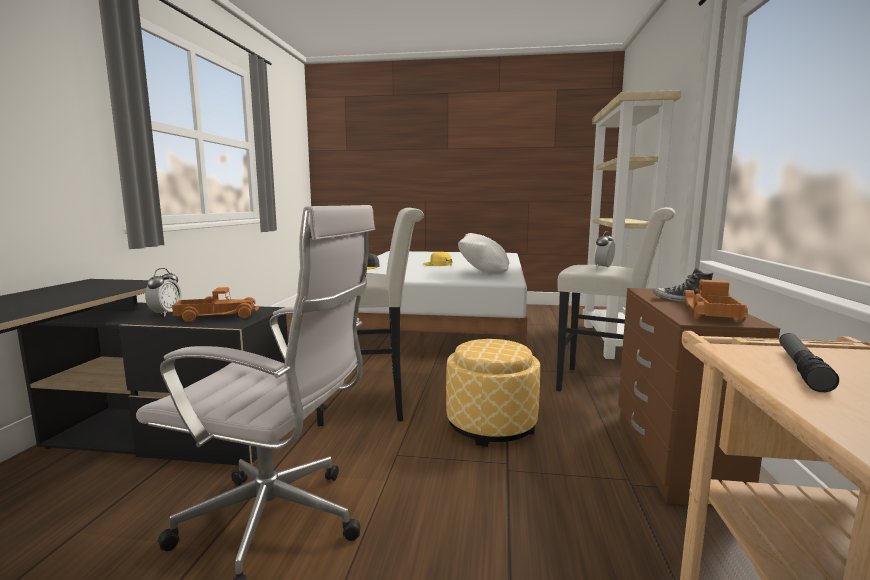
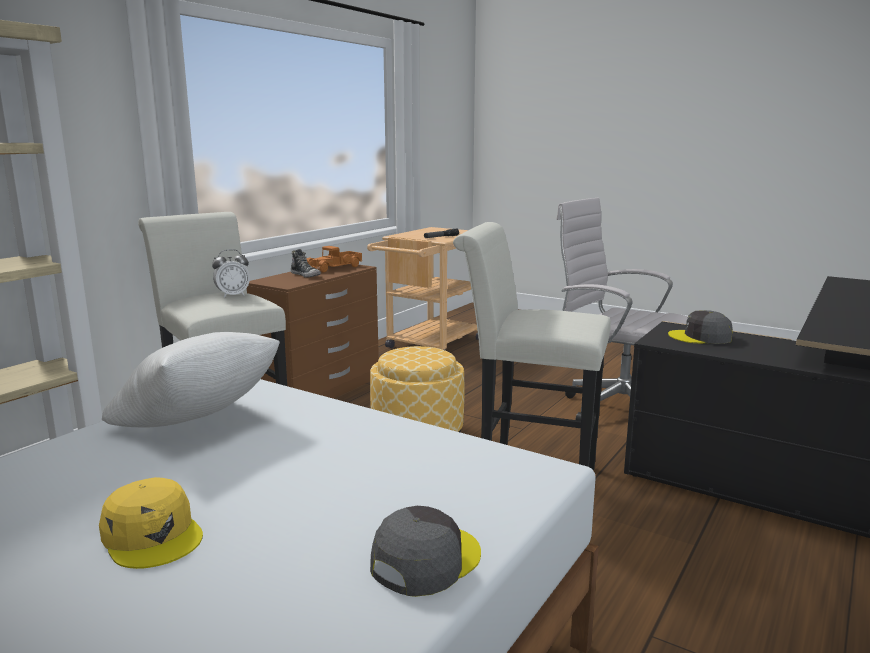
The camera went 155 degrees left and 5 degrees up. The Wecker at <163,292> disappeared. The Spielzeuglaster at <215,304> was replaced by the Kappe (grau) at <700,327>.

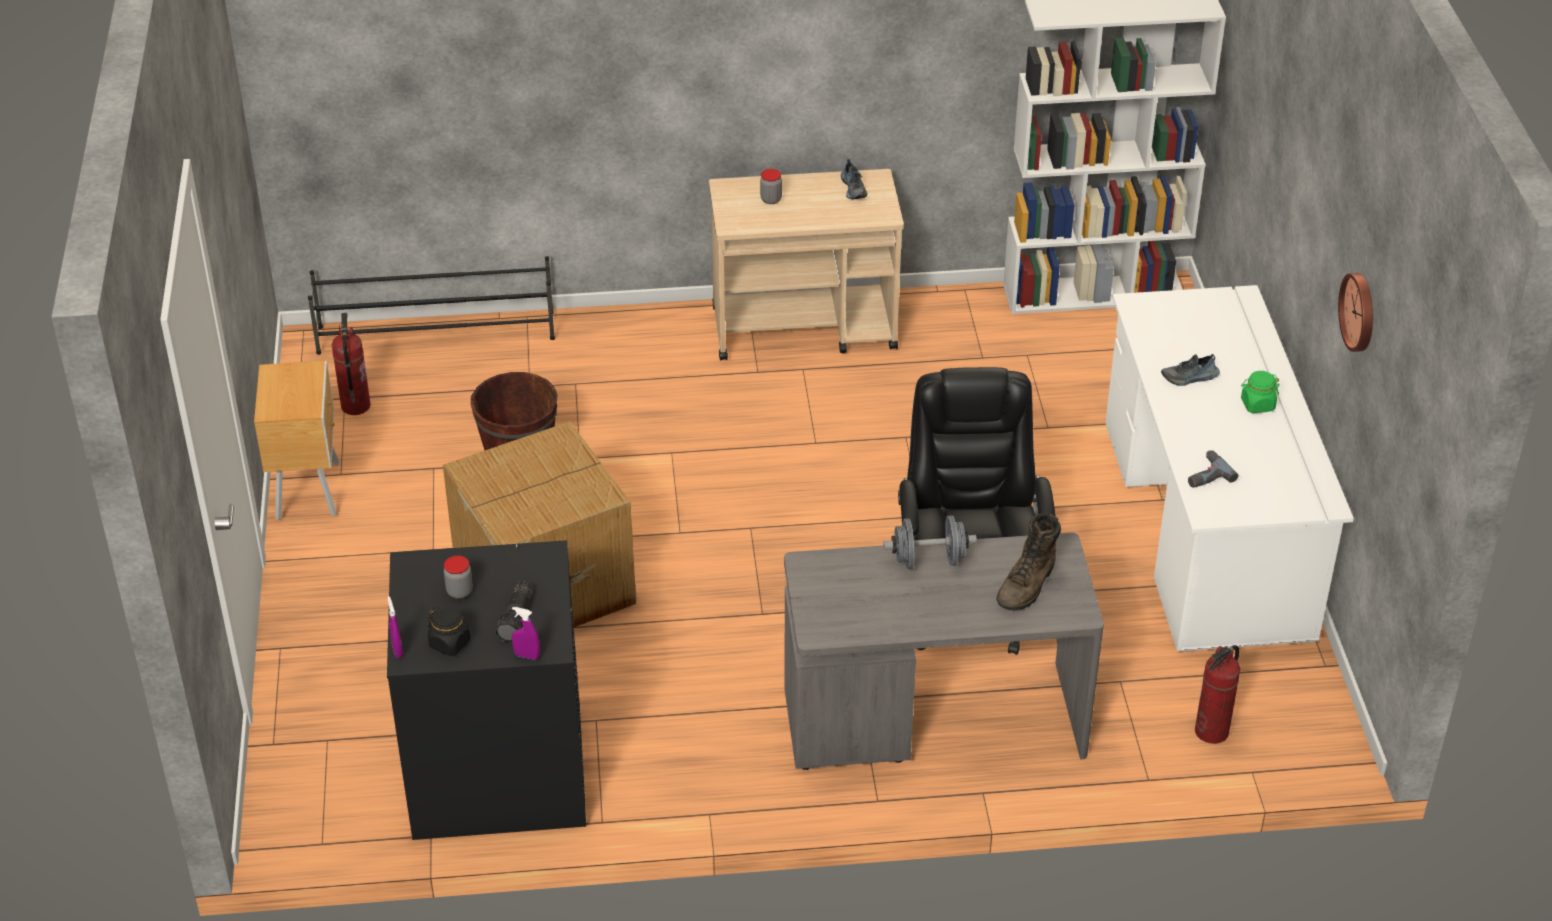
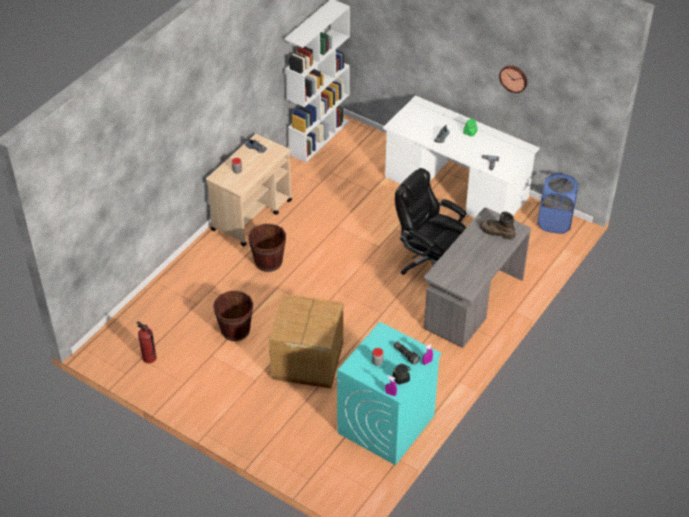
The camera went 50 degrees left and 5 degrees up. The Schuhregal (schwarz) at <431,305> disappeared. The Nachttisch (braun) at <297,440> disappeared. The Stiefel (braun) at <1028,562> turned 135 degrees clockwise. The Hantel (grau) at <930,542> disappeared. The Waschmaschine (schwarz) at <486,690> became the Waschmaschine (türkis) at <389,393>. The Feuerlöscher at <1217,694> disappeared. The Wäschekorb (blau) at <558,203> appeared. The Eimer (braun) at <267,248> appeared.

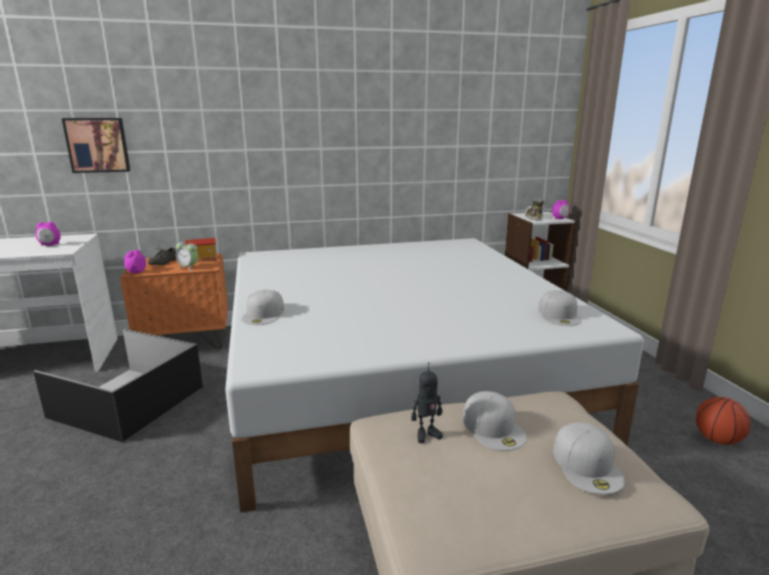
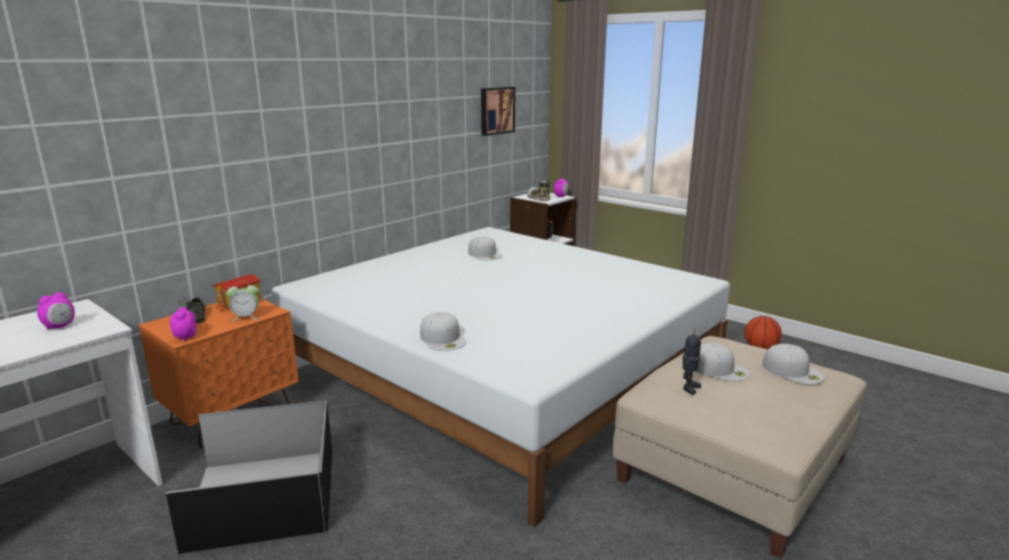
The camera went 35 degrees left and 0 degrees up. The Bild moved from <96,145> to <498,111>. The Kappe (weiß) moved from <560,308> to <485,248>.

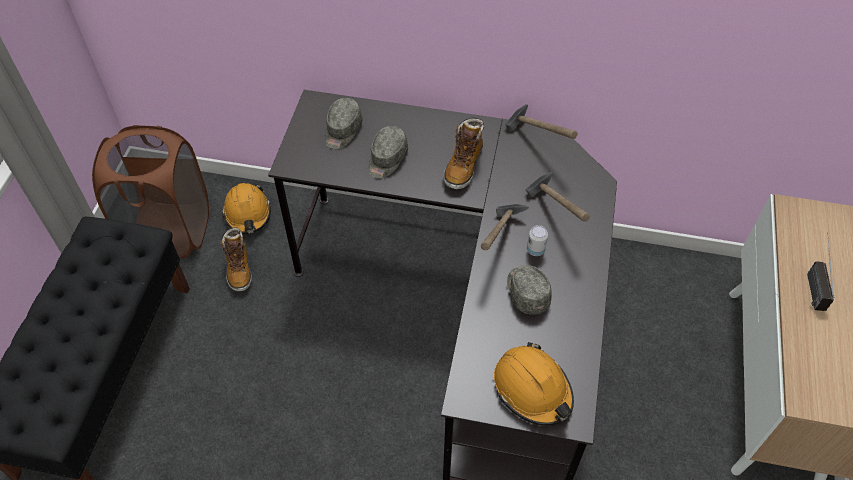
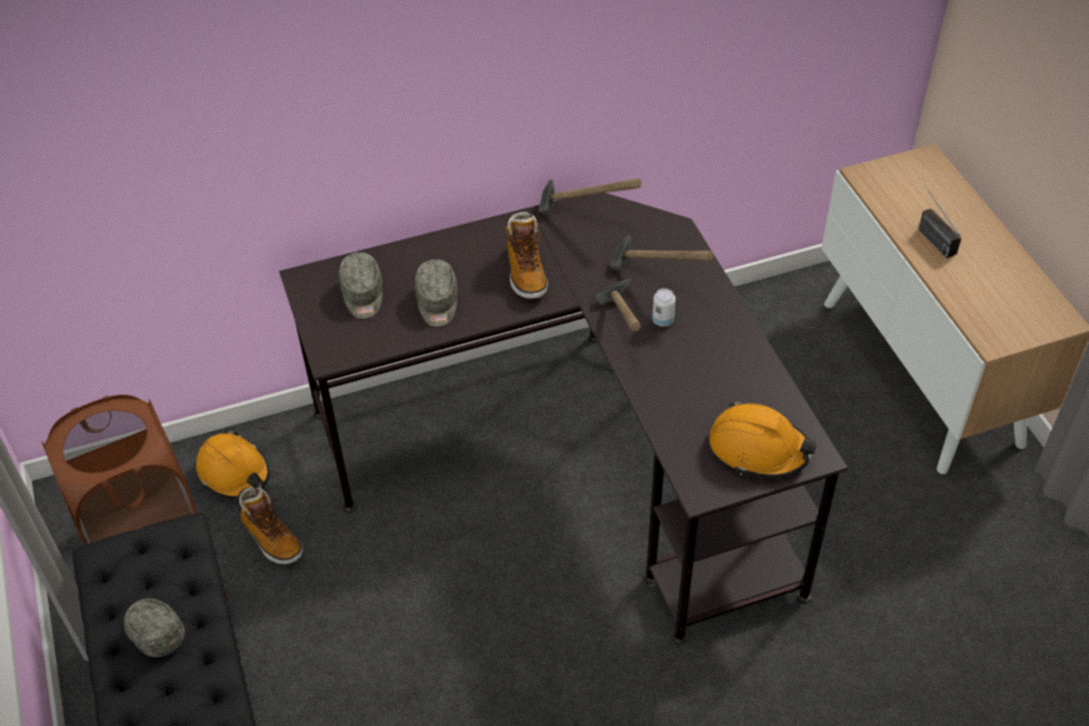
The camera went 30 degrees left and 5 degrees down. The Kappe (grau) moved from <529,290> to <154,627>.

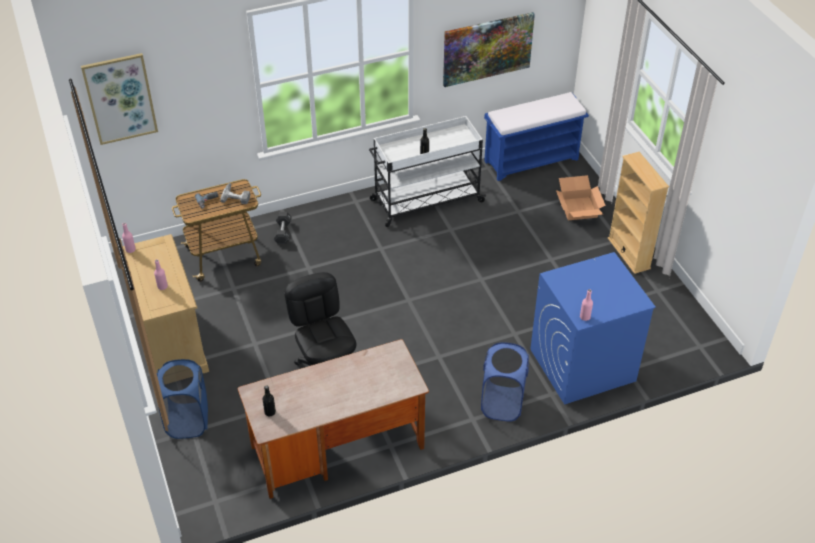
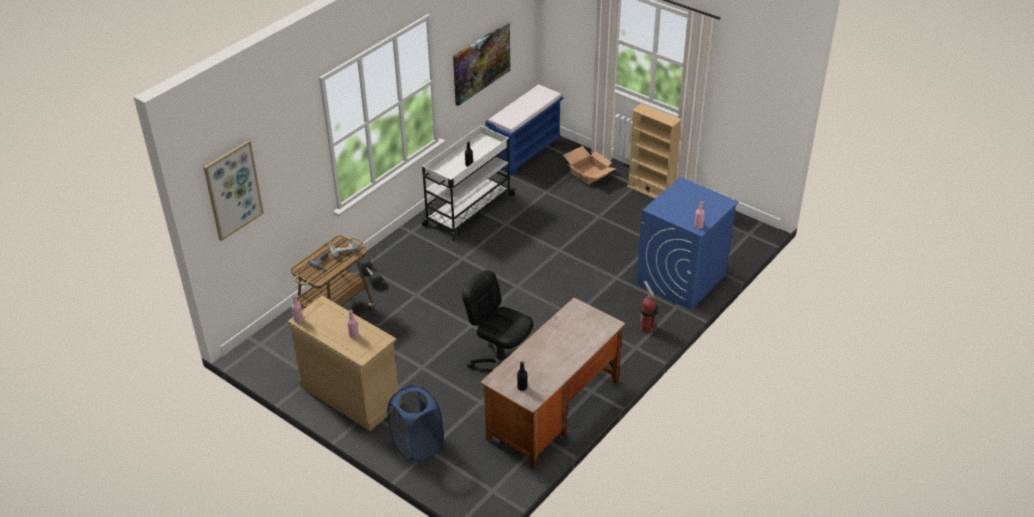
The camera went 30 degrees left and 5 degrees down. The Wäschekorb (blau) at <505,381> was replaced by the Feuerlöscher at <649,308>.

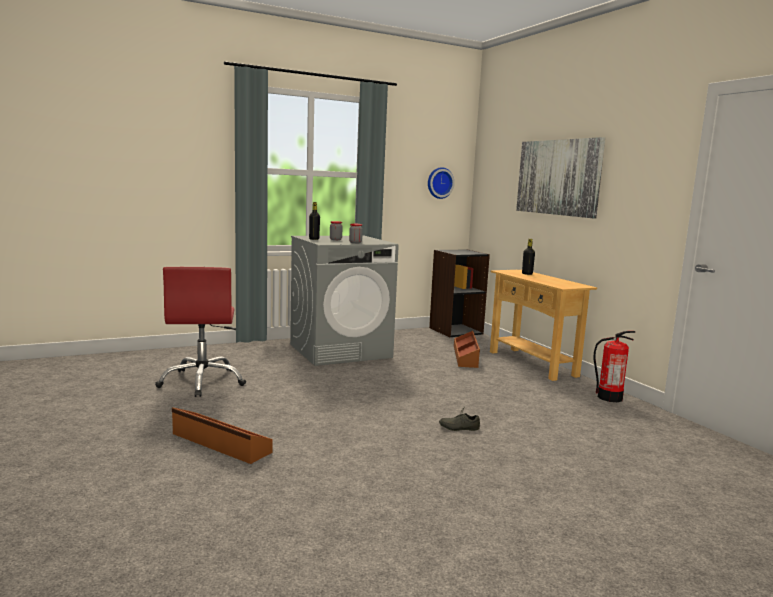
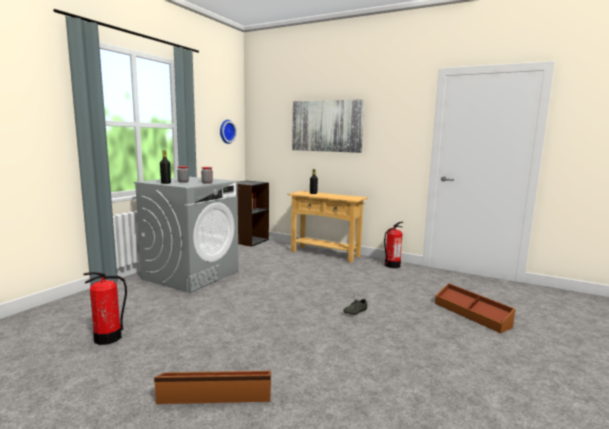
The camera went 35 degrees left and 0 degrees up. The Bürostuhl (rot) at <200,332> was replaced by the Feuerlöscher at <105,308>. The Aufbewahrungsbox (braun) moved from <467,349> to <475,308>.

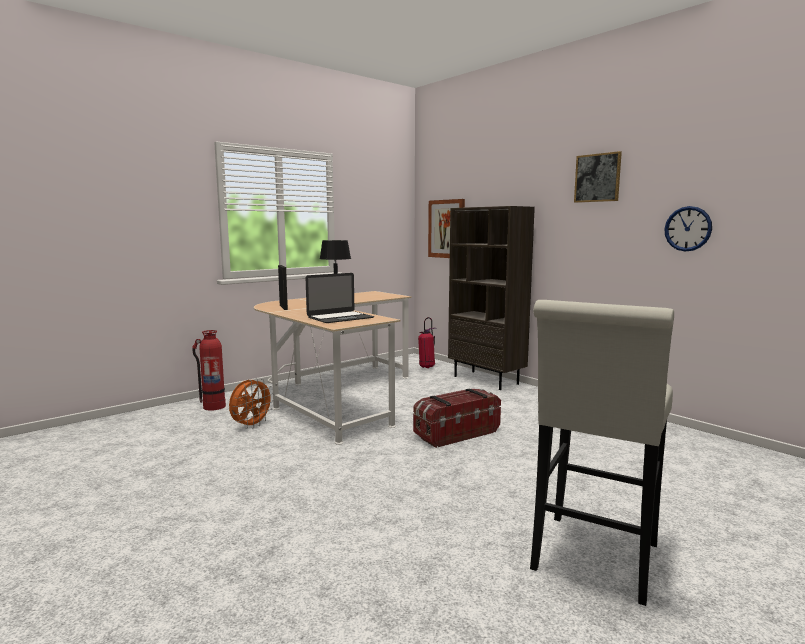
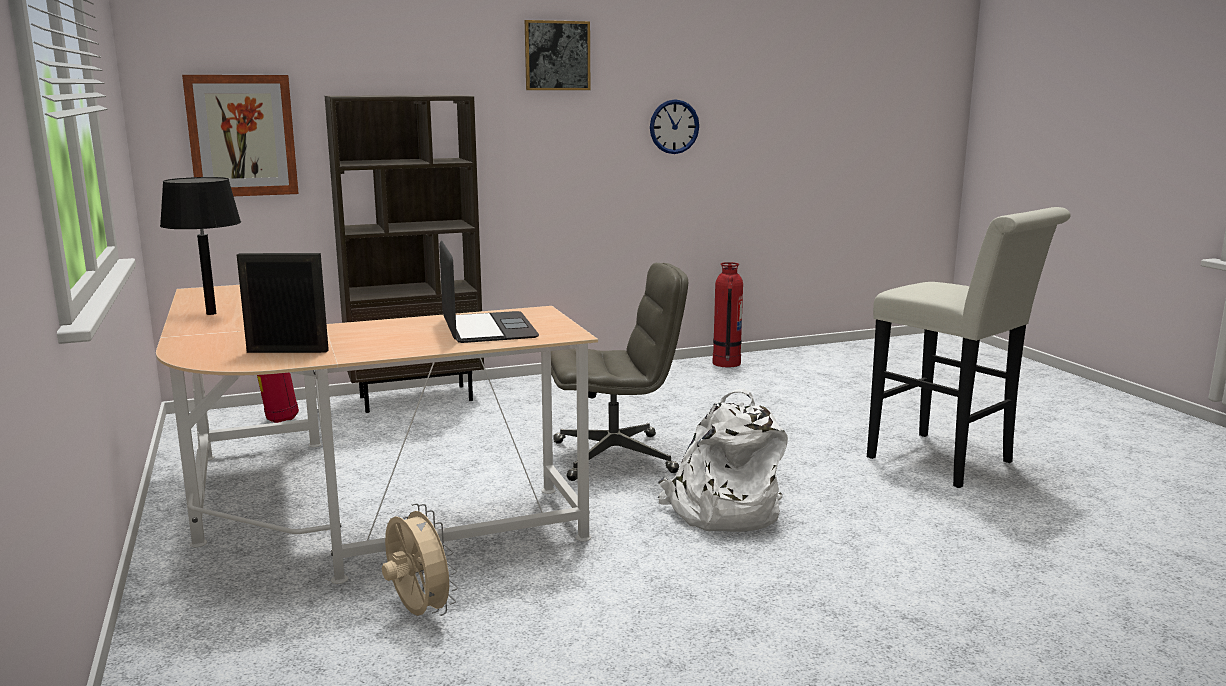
The camera went 70 degrees left and 5 degrees up. The Feuerlöscher moved from <209,370> to <728,314>. The Ventilator (orange) at <251,403> became the Ventilator (beige) at <420,559>. The Aufbewahrungsbox at <457,418> was replaced by the Bürostuhl (grau) at <619,372>. The Rucksack (weiß) at <723,460> appeared.

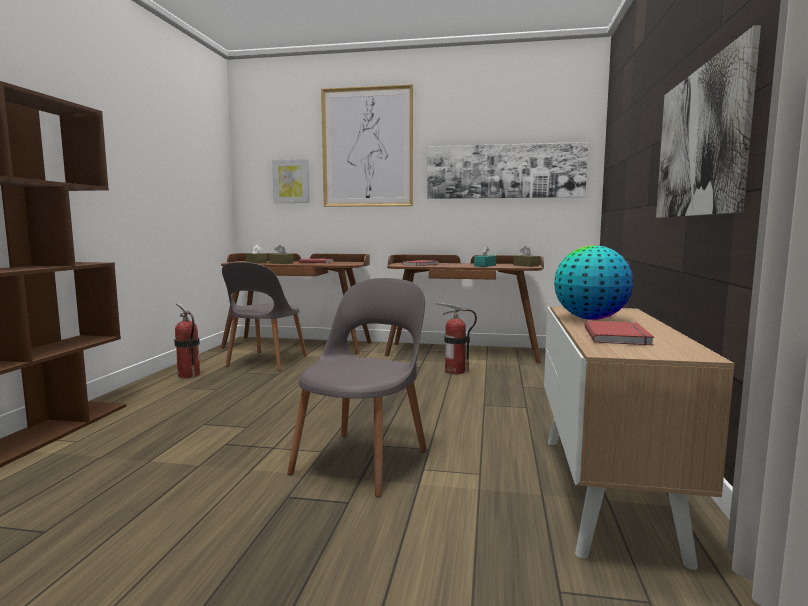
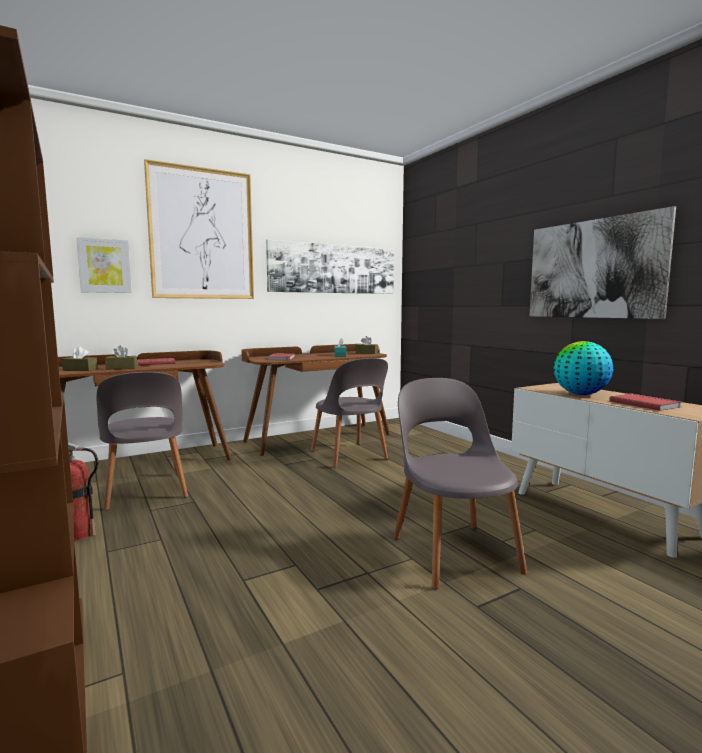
The camera went 40 degrees left and 0 degrees up. The Feuerlöscher at <456,338> was replaced by the Stuhl (grau) at <349,413>.

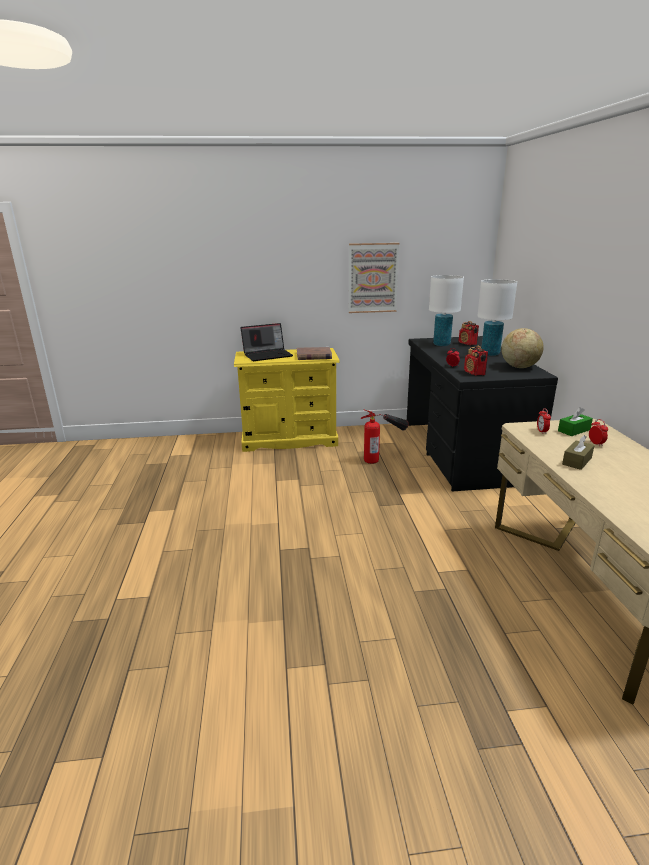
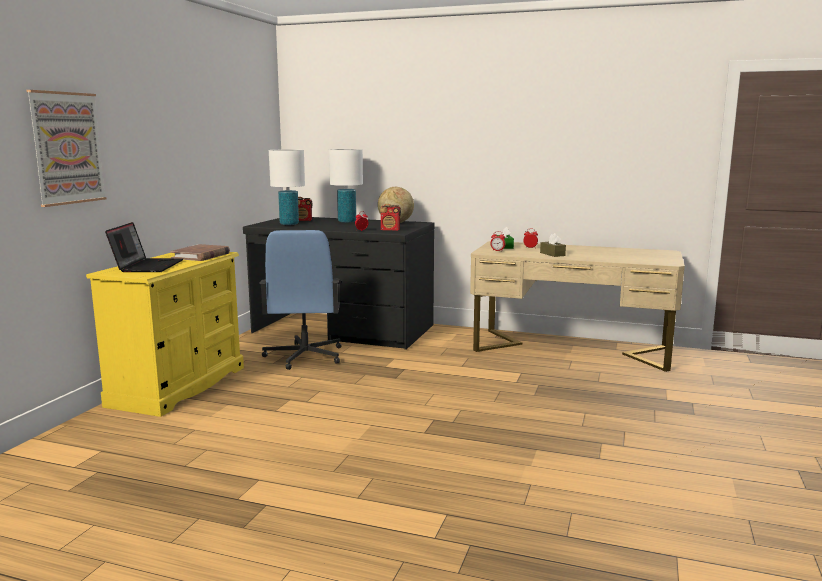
The camera went 65 degrees left and 10 degrees down. The Bild moved from <373,278> to <67,148>. The Feuerlöscher at <385,436> was replaced by the Bürostuhl (blau) at <300,300>.

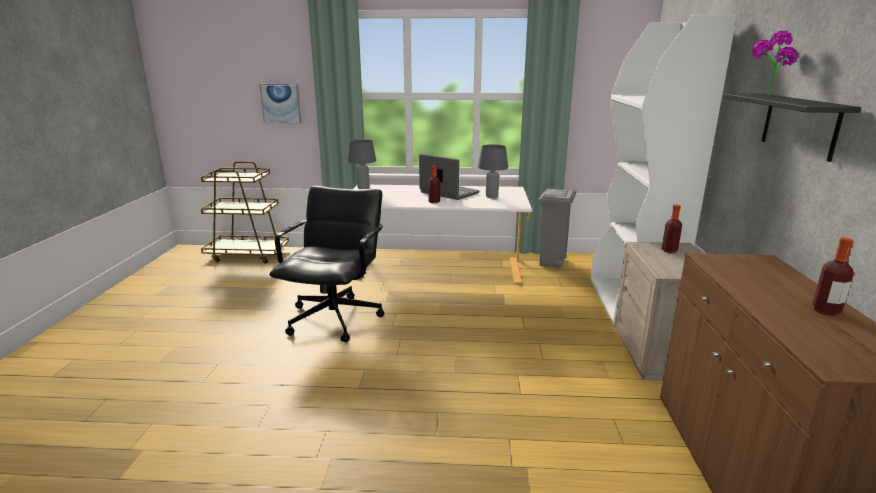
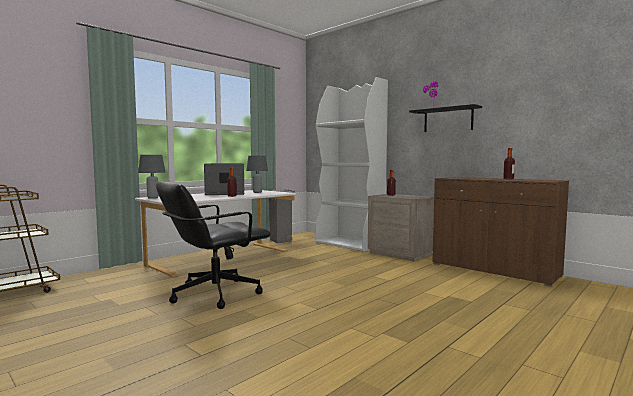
The camera went 50 degrees left and 15 degrees down. The Bild at <280,103> disappeared. The Bürostuhl (schwarz) at <326,264> turned 90 degrees counterclockwise.

